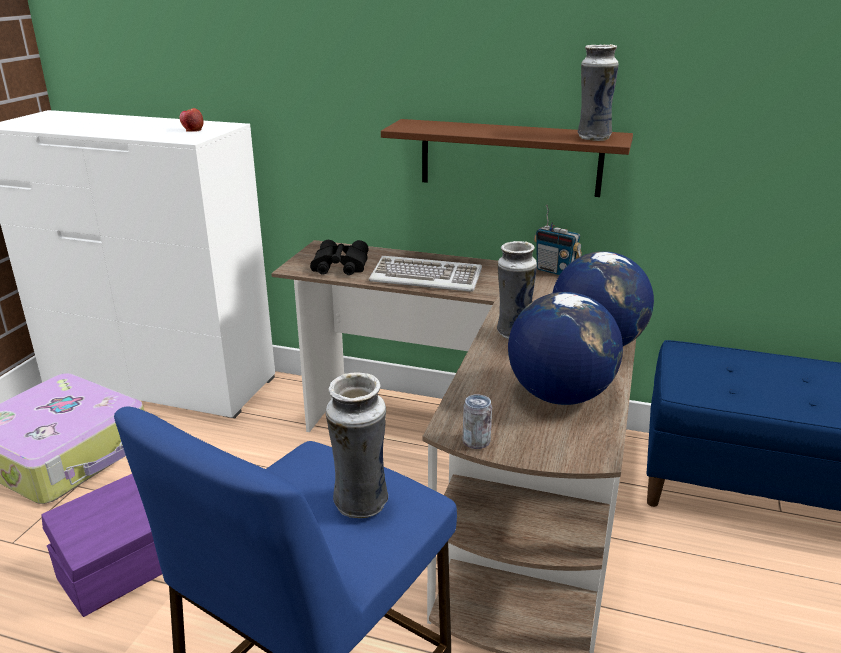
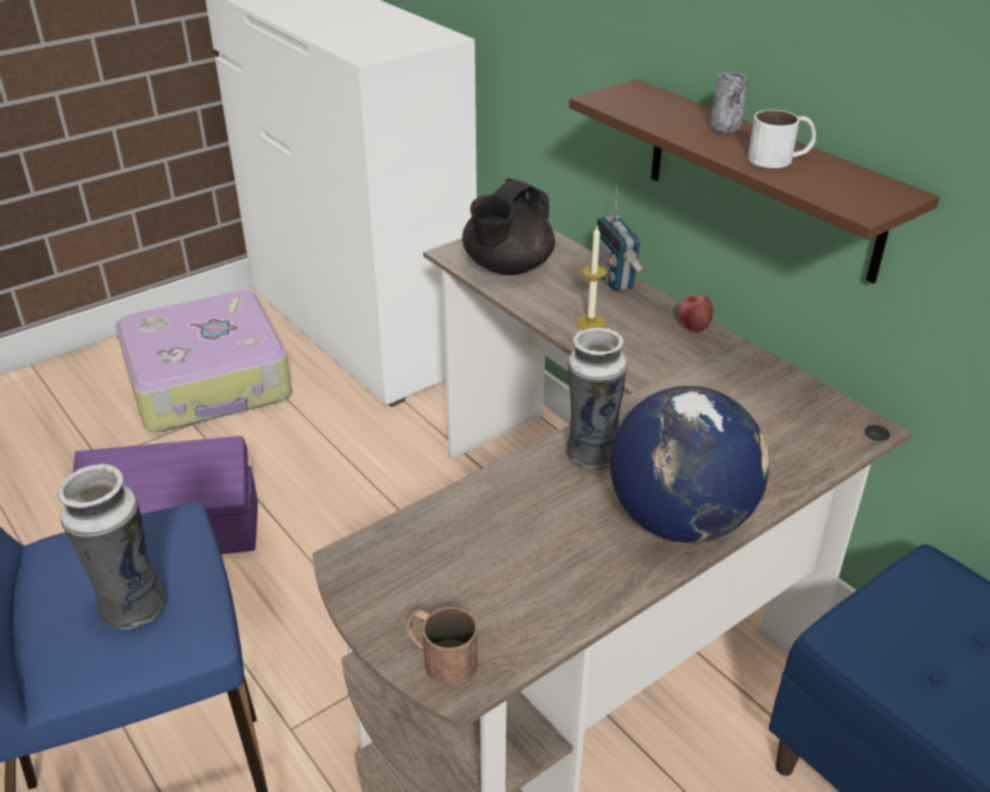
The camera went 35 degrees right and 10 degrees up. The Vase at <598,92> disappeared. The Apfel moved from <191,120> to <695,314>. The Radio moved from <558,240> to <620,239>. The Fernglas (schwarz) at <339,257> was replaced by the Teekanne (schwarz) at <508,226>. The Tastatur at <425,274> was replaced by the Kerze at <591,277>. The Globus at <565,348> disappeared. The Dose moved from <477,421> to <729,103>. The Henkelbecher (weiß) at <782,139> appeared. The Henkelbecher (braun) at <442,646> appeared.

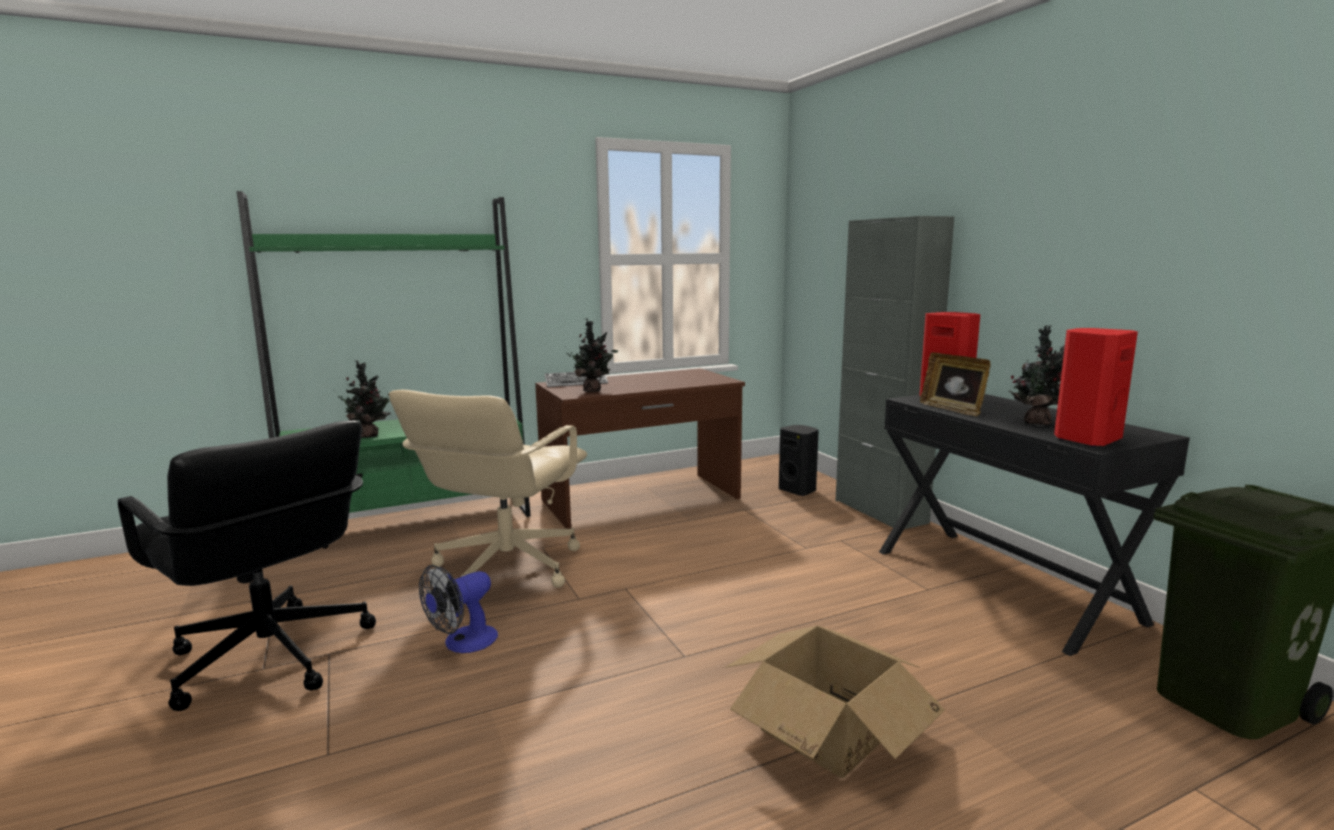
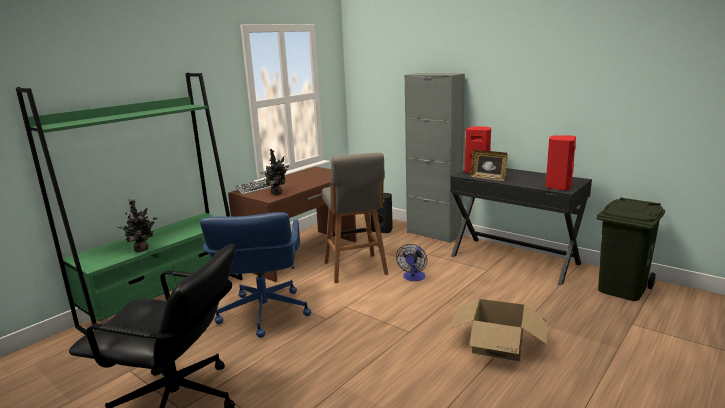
The camera went 25 degrees left and 5 degrees up. The Topfpflanze at <1037,375> disappeared. The Bürostuhl (beige) at <488,489> became the Bürostuhl (blau) at <255,275>. The Ventilator moved from <458,609> to <411,262>. The Hocker (grau) at <354,218> appeared.

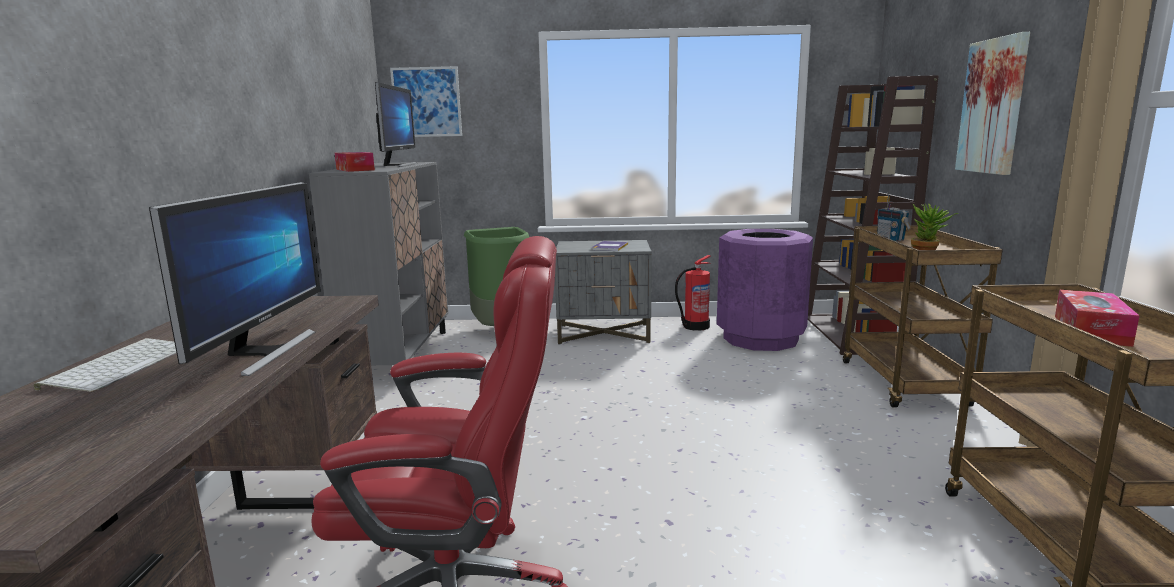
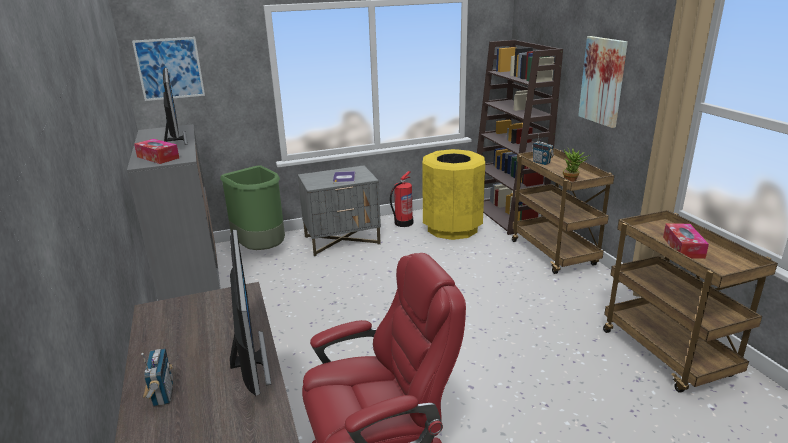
The camera went 20 degrees left and 10 degrees up. The Mülleimer (lila) at <765,290> became the Mülleimer (gelb) at <453,194>. The Tastatur at <105,365> was replaced by the Radio at <157,378>.

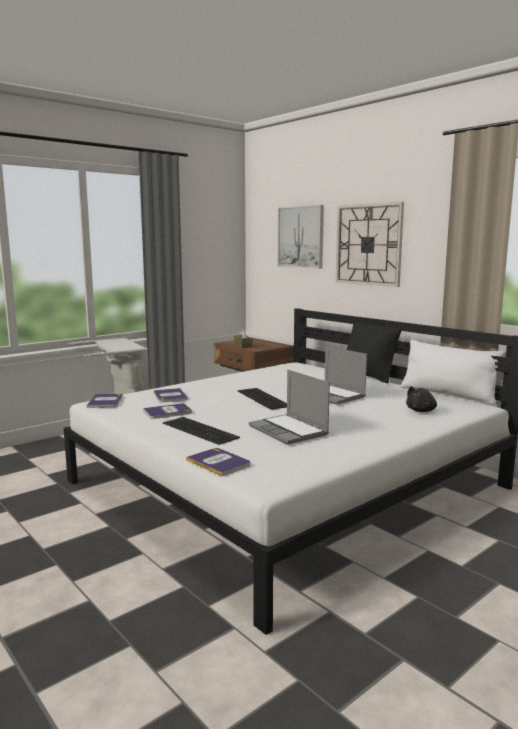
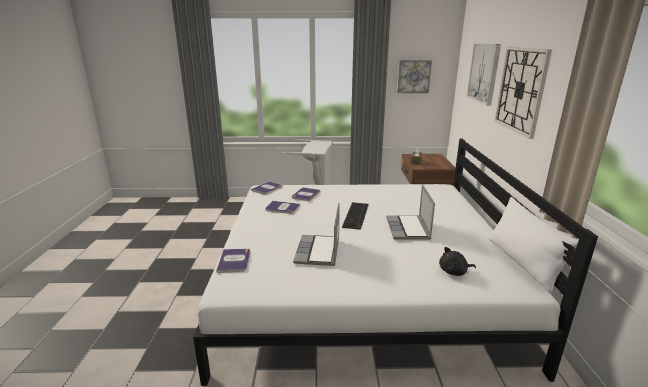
The camera went 40 degrees right and 10 degrees up. The Kissen (schwarz) at <373,352> disappeared. The Tastatur at <201,431> disappeared. The Bild at <414,76> appeared.

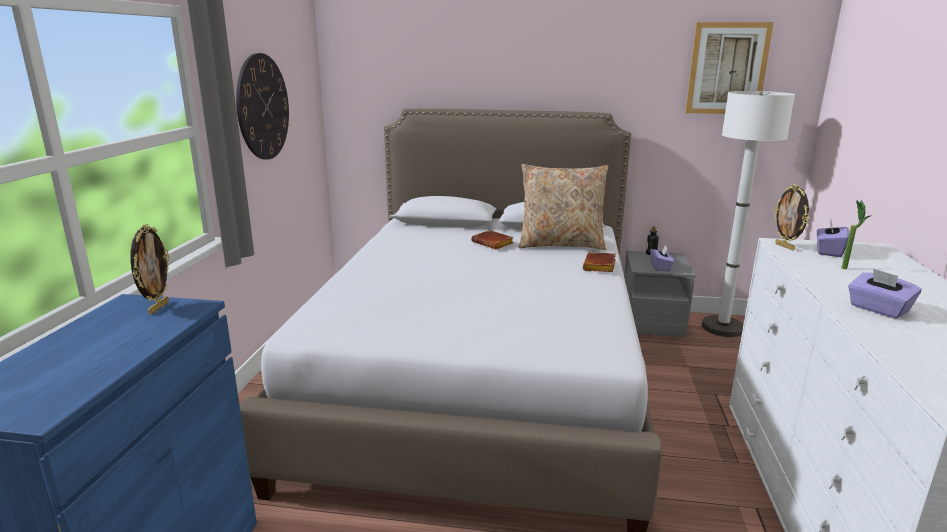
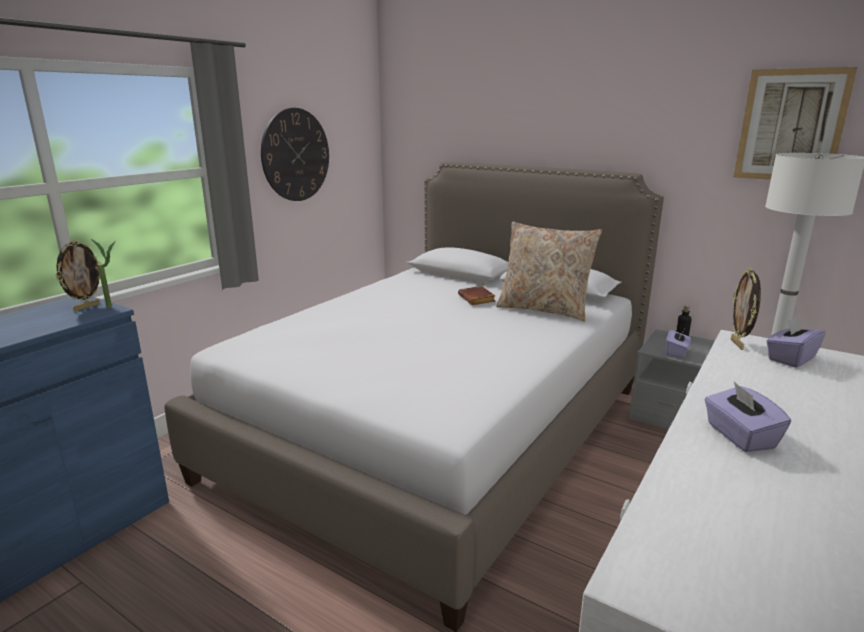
The camera went 25 degrees right and 0 degrees up. The Topfpflanze moved from <856,234> to <103,273>. The Buch (braun) at <599,262> disappeared.

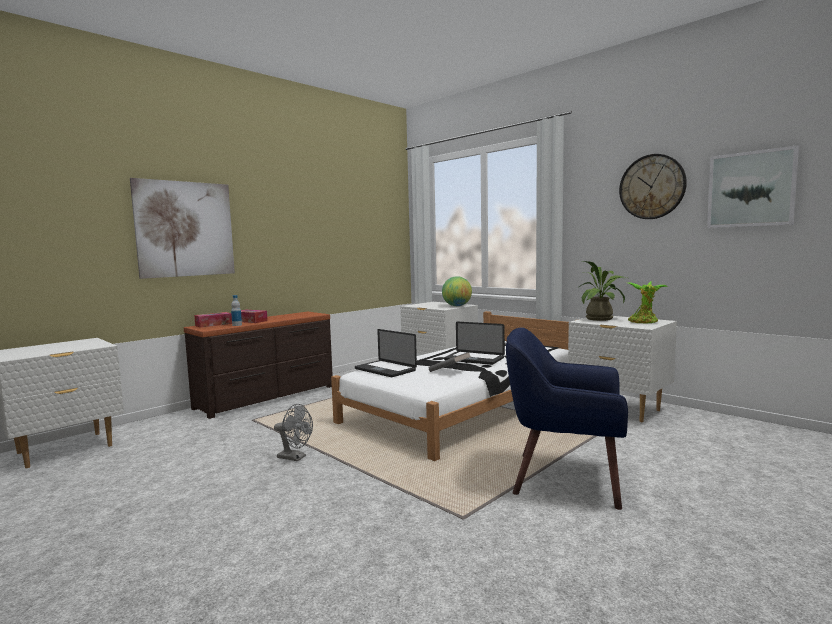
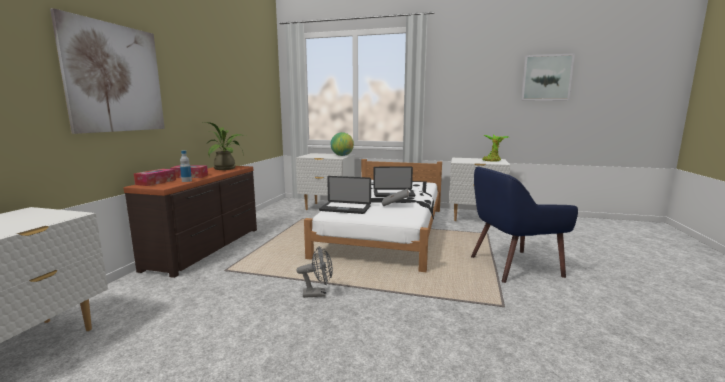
The camera went 30 degrees left and 5 degrees up. The Wanduhr at <653,186> disappeared. The Topfpflanze moved from <603,291> to <225,146>.

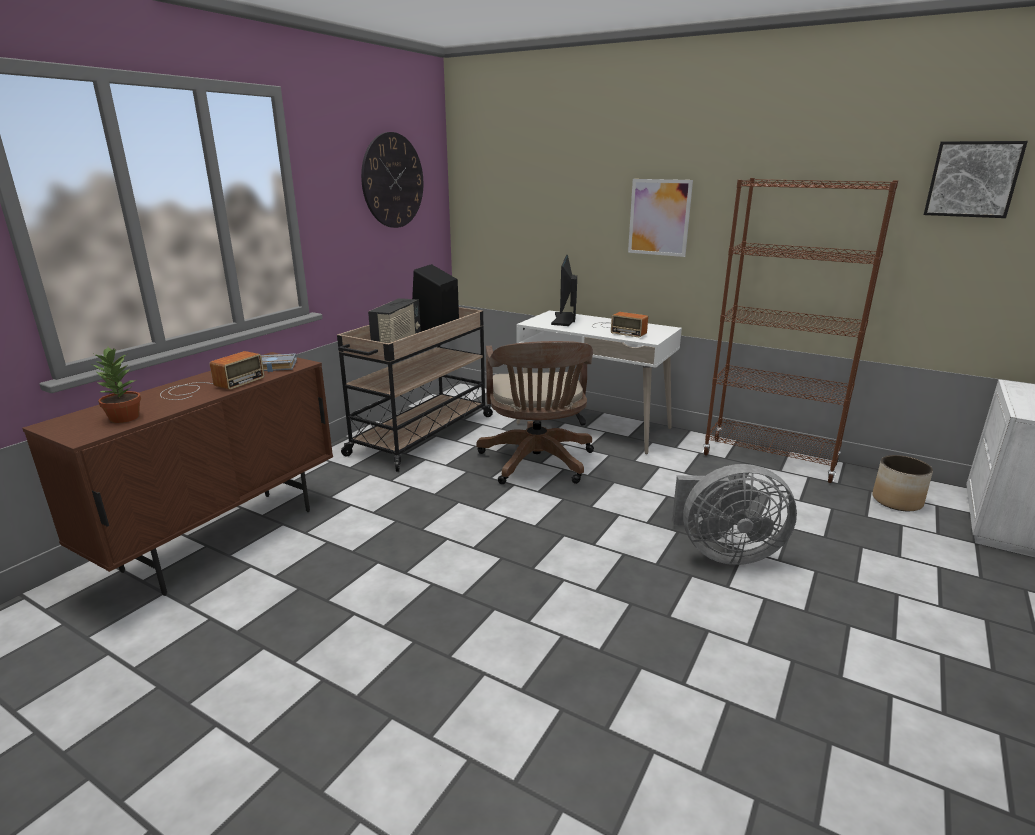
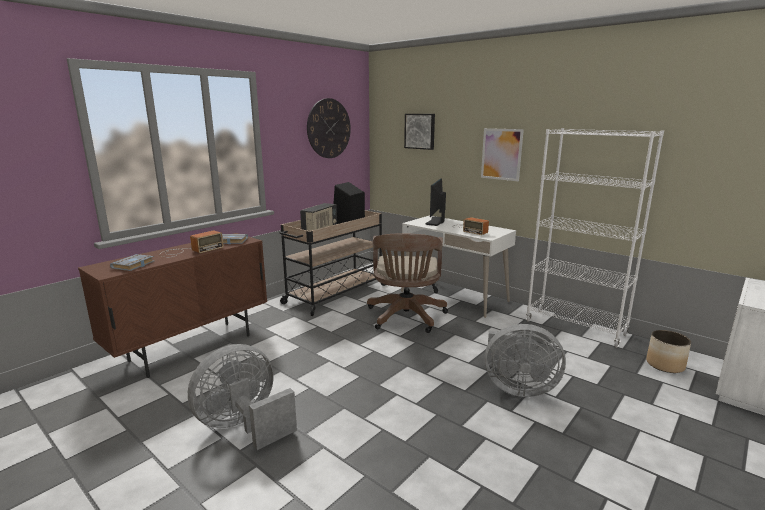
The camera went 10 degrees right and 5 degrees down. The Bild moved from <976,179> to <419,132>. The Bücherregal (braun) at <800,330> became the Bücherregal (weiß) at <595,238>. The Topfpflanze at <117,385> was replaced by the Buch (grau) at <132,262>. The Ventilator (grau) at <242,397> appeared.

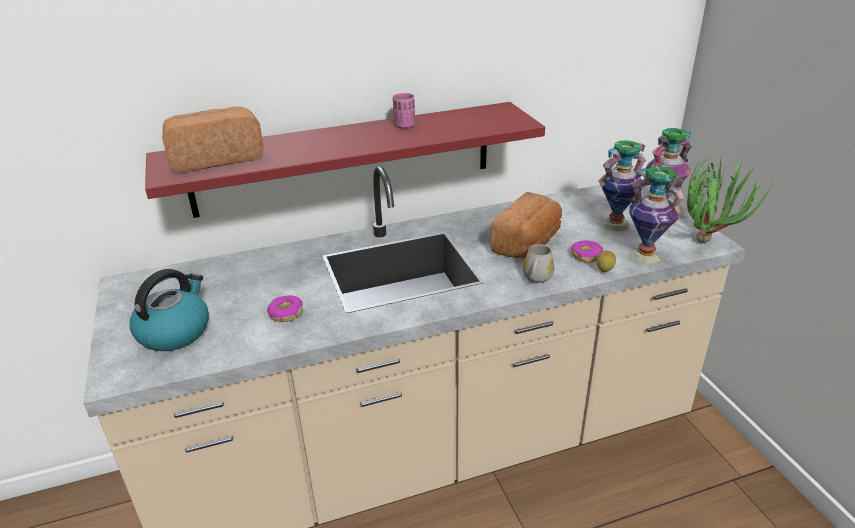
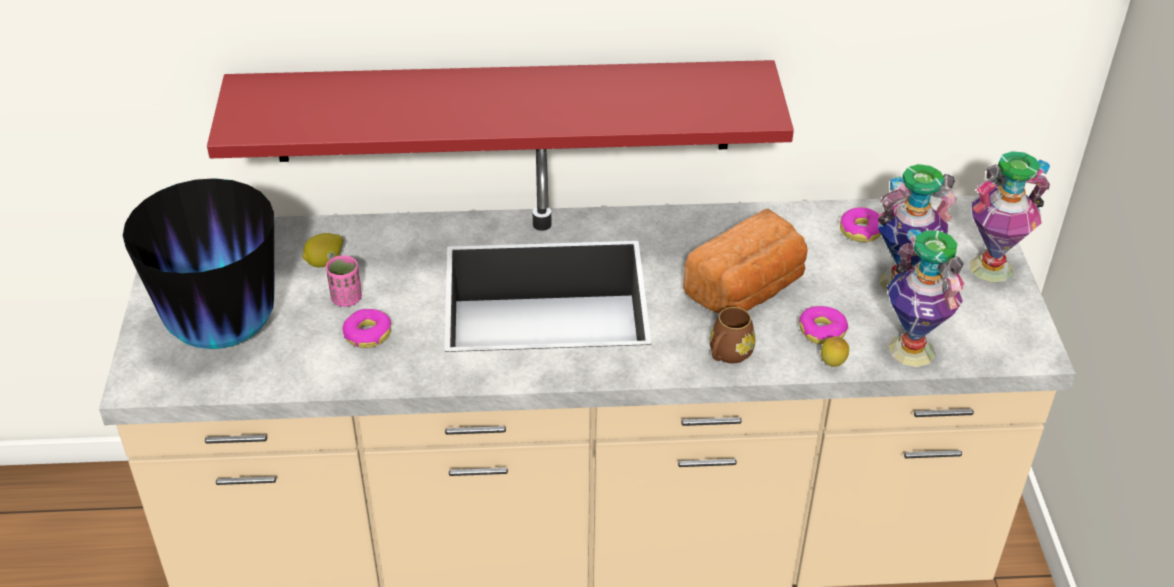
The camera went 15 degrees right and 10 degrees up. The Tasse (rosa) moved from <404,111> to <344,281>. The Brot at <213,140> disappeared. The Topfpflanze at <730,199> disappeared. The Henkelbecher (weiß) at <538,263> became the Henkelbecher (braun) at <732,335>. The Wasserkessel at <169,310> was replaced by the Vase at <198,263>. The Donut at <860,224> appeared. The Zitrone at <322,250> appeared.

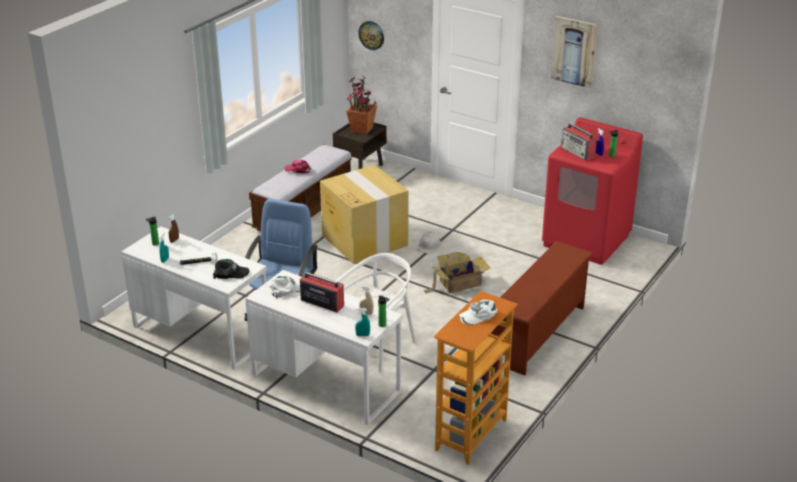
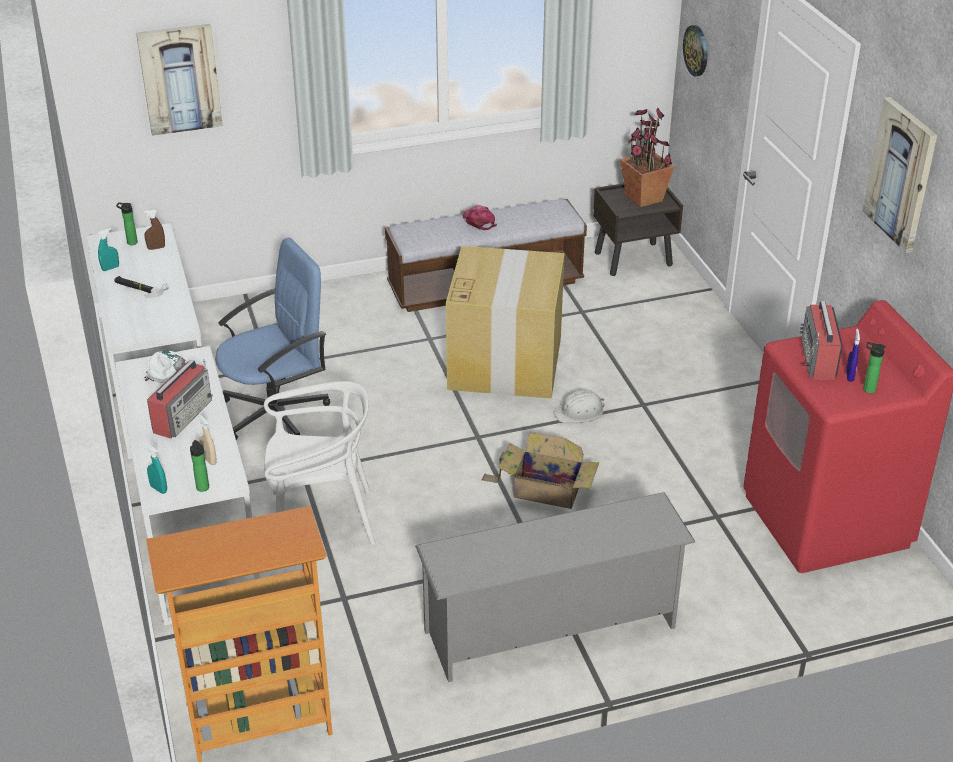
The camera went 40 degrees right and 5 degrees up. The Schuhregal (braun) at <542,308> became the Schuhregal (grau) at <555,587>. The Kappe (schwarz) at <231,269> disappeared. The Radio at <322,290> turned 45 degrees clockwise. The Kappe (weiß) at <478,312> disappeared. The Bild at <179,80> appeared.

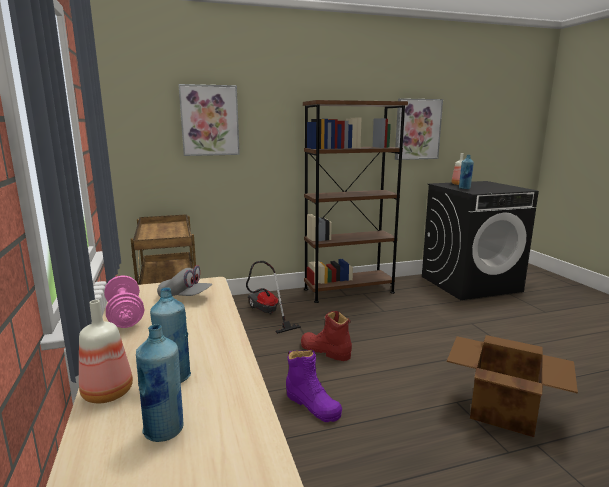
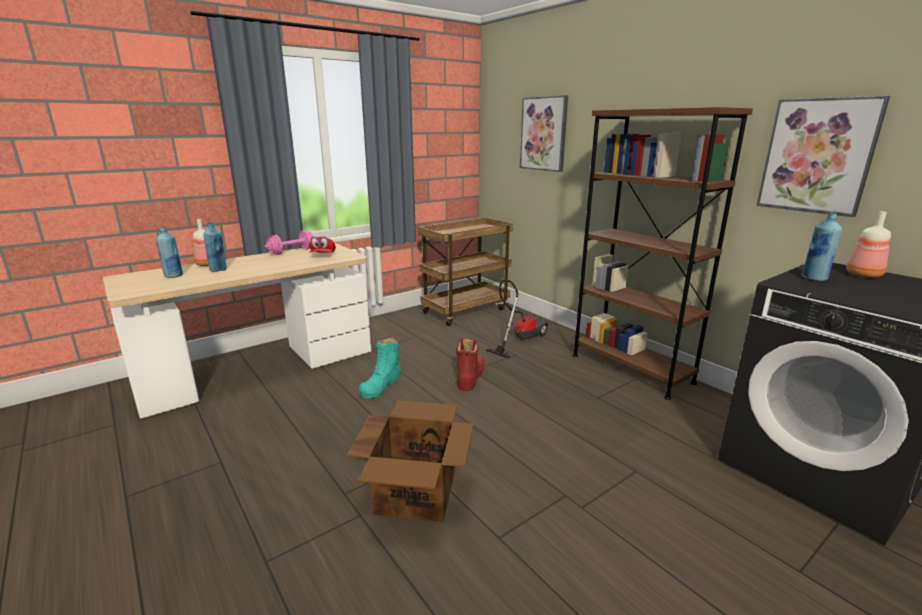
The camera went 70 degrees right and 5 degrees up. The Kappe (grau) at <184,281> became the Kappe (rot) at <322,244>. The Stiefel (lila) at <314,386> became the Stiefel (türkis) at <380,368>.

